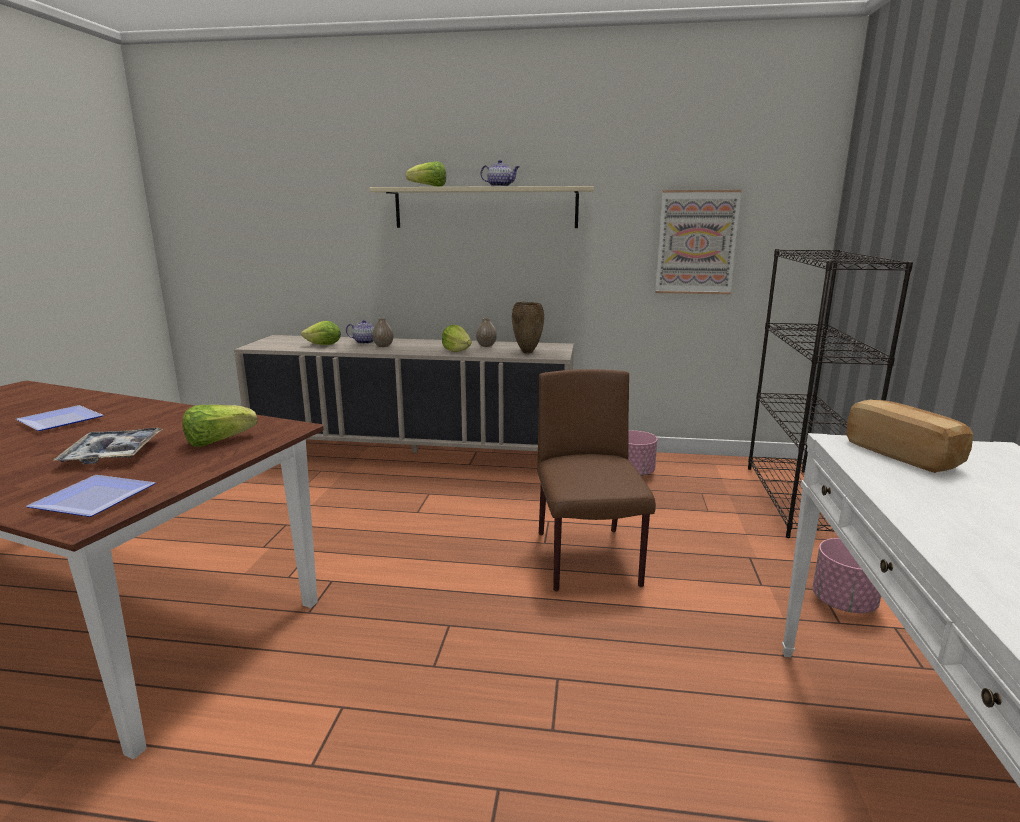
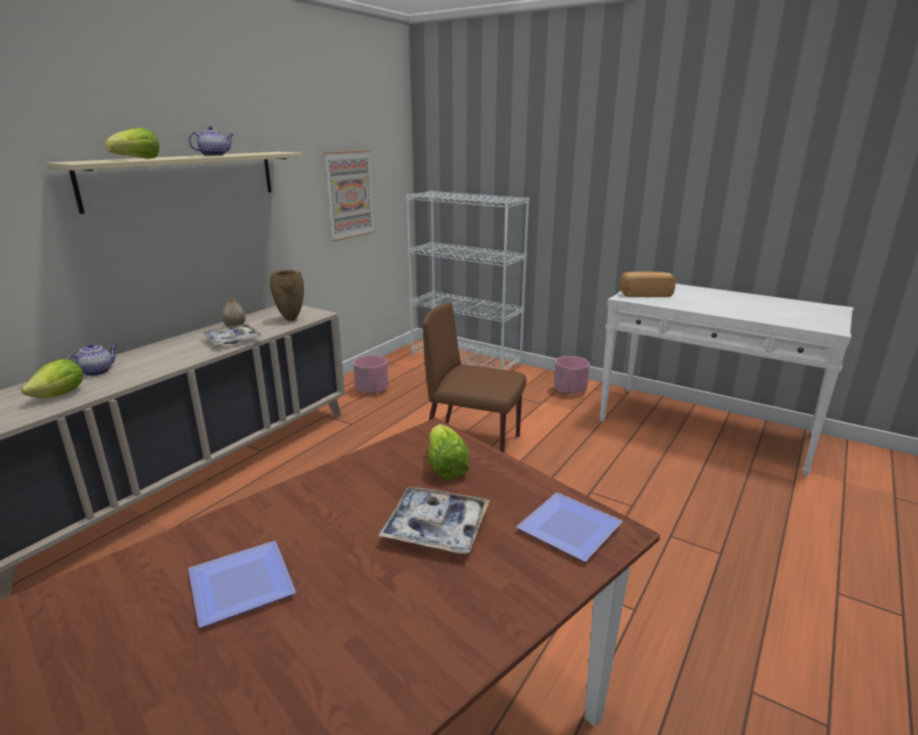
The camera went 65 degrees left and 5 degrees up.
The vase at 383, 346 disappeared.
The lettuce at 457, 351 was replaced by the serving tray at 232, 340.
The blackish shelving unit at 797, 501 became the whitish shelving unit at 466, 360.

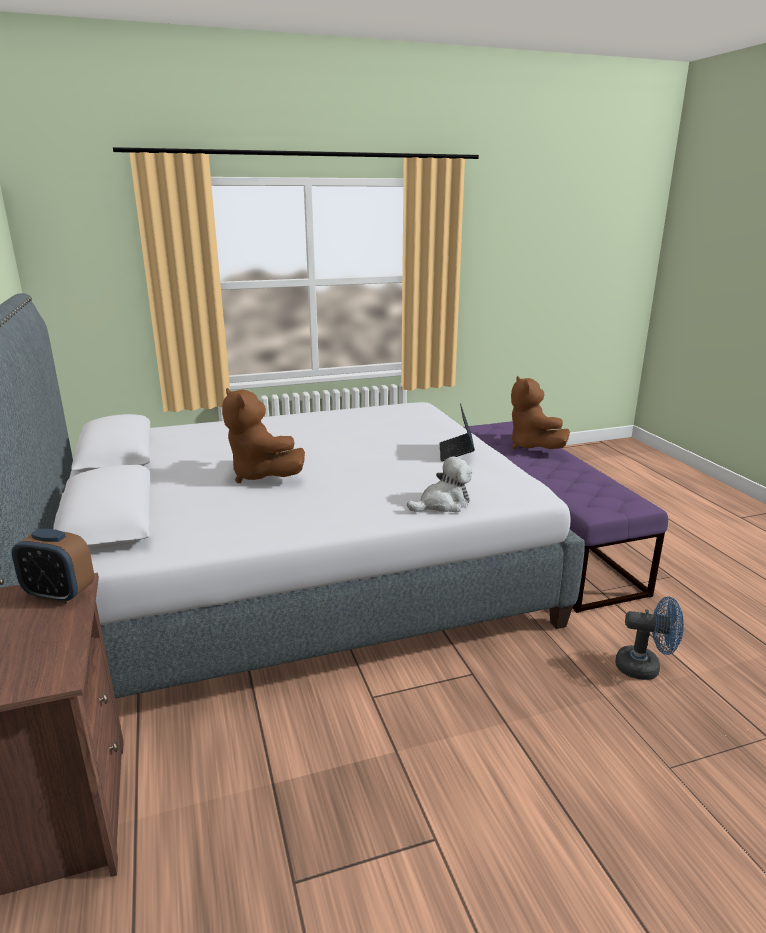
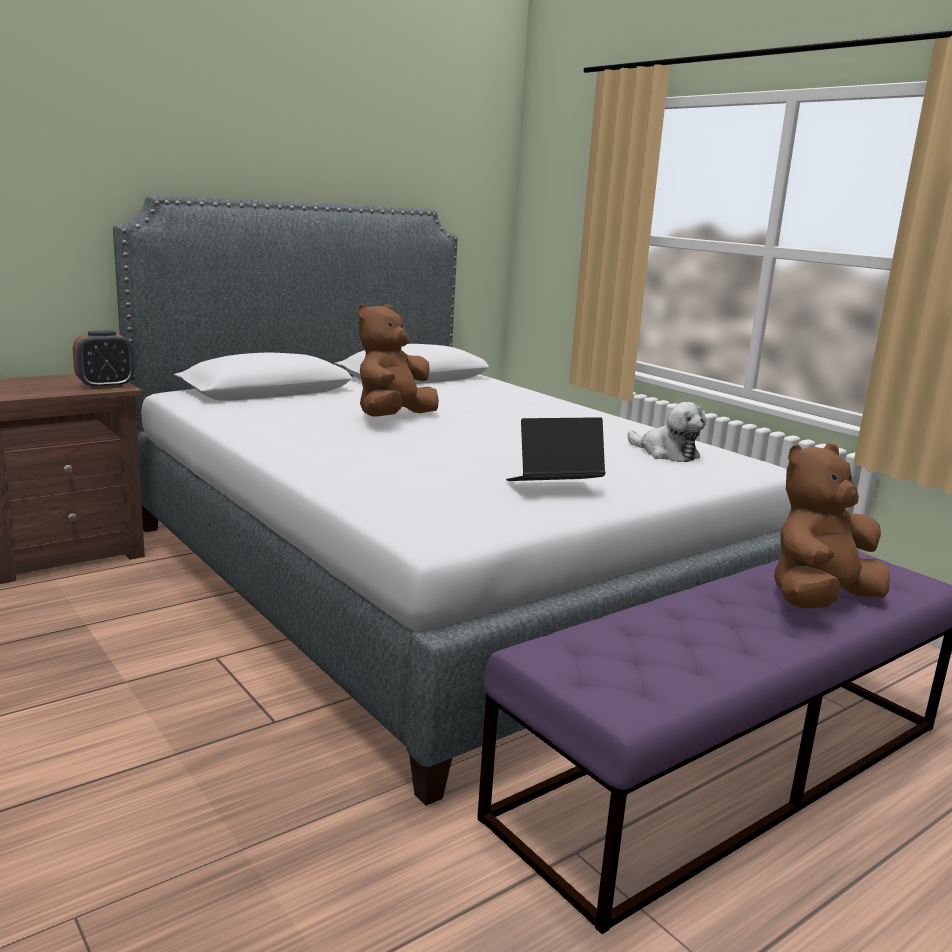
The camera went 70 degrees right and 5 degrees down.
The blue fan at 645, 668 disappeared.
The cuddly toy moved from 443, 504 to 666, 453.
The alarm clock at 59, 594 turned 120 degrees counterclockwise.

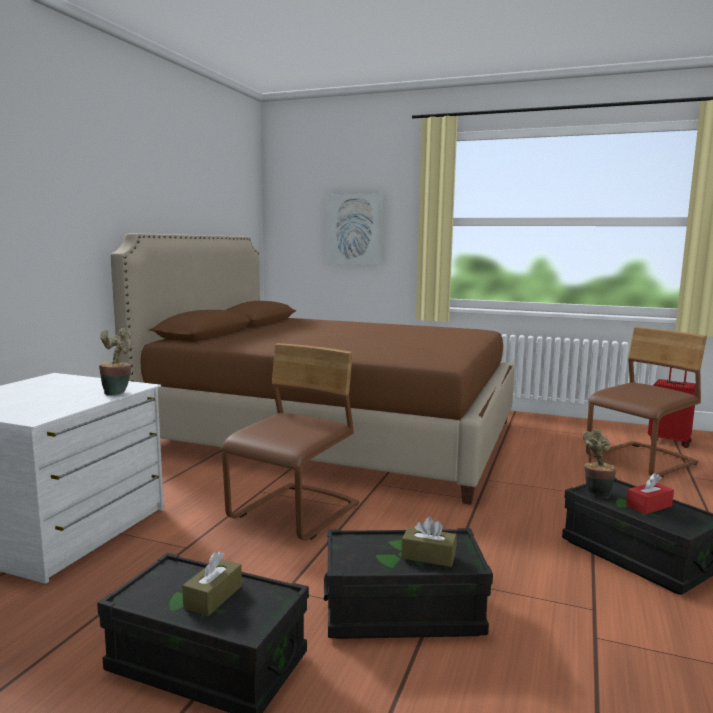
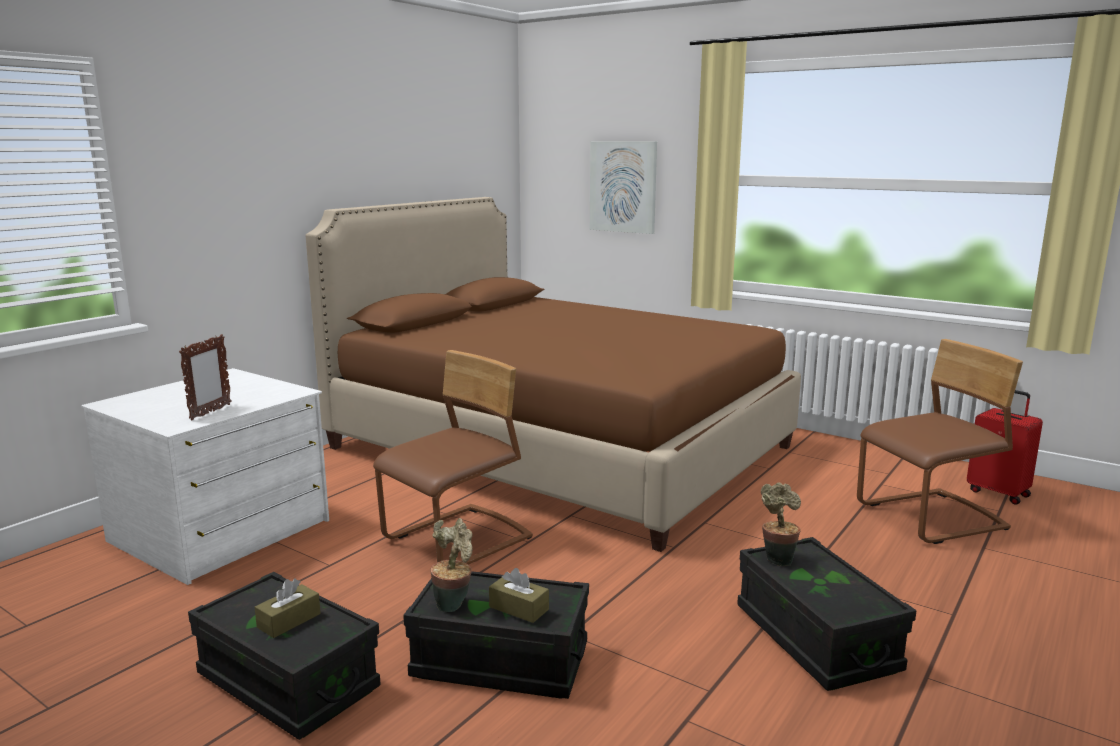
The camera went 15 degrees right and 5 degrees up.
The red tissue box at 649, 506 disappeared.
The standing frame at 210, 412 appeared.
The houseplant moved from 118, 392 to 454, 603.

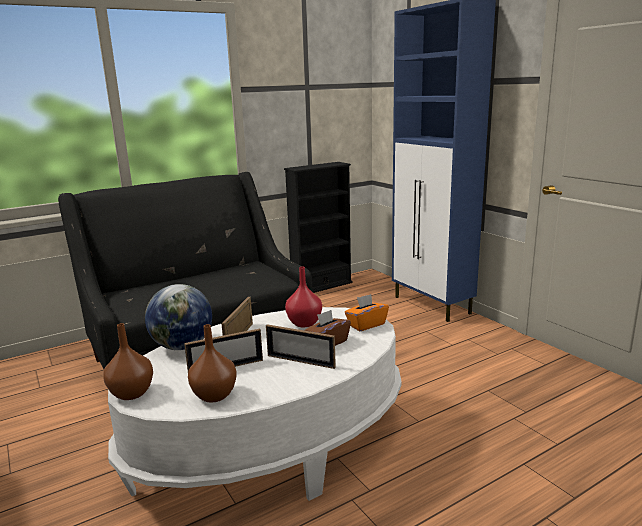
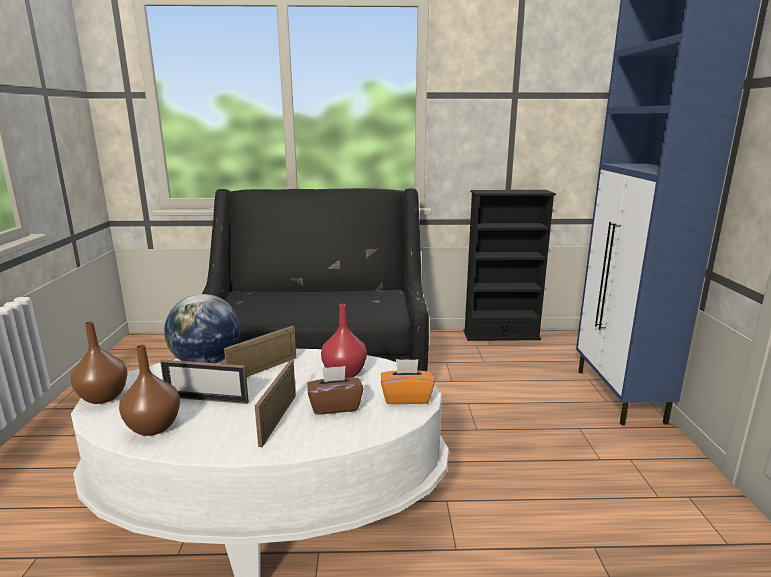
The camera went 30 degrees right and 0 degrees up.
The standing frame at 300, 361 turned 45 degrees clockwise.

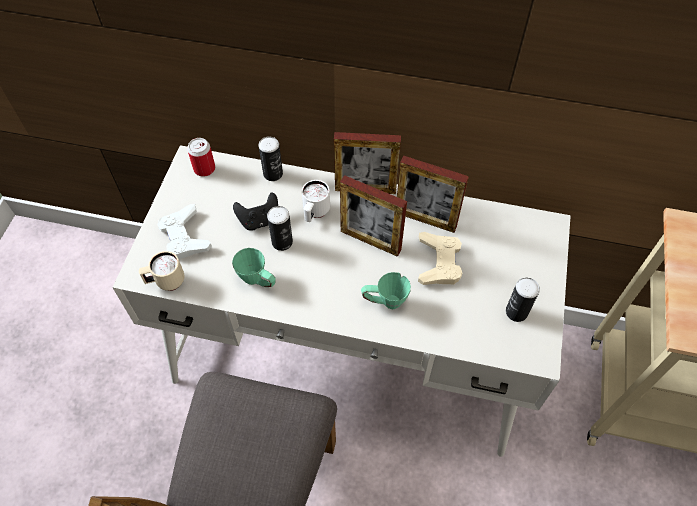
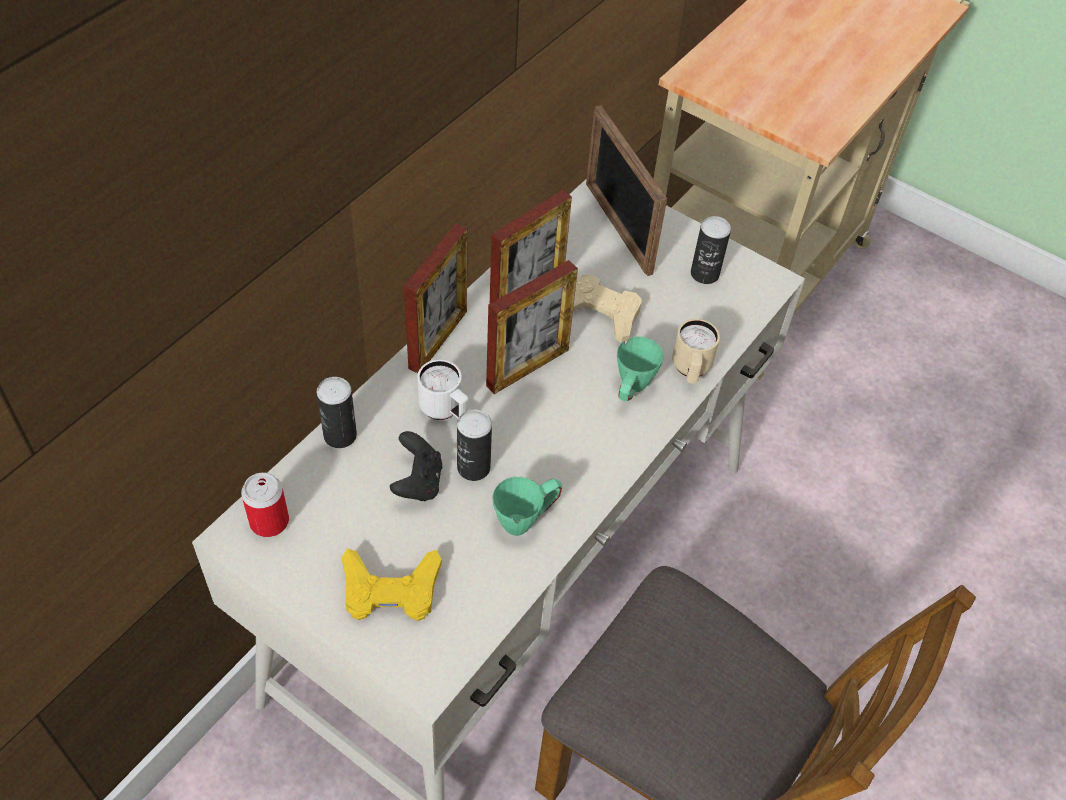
The camera went 70 degrees left and 5 degrees down.
The standing frame at 617, 228 appeared.
The beige-coloured coffee mug moved from 166, 282 to 690, 371.
The whitish gamepad at 184, 236 became the yellowish gamepad at 390, 590.

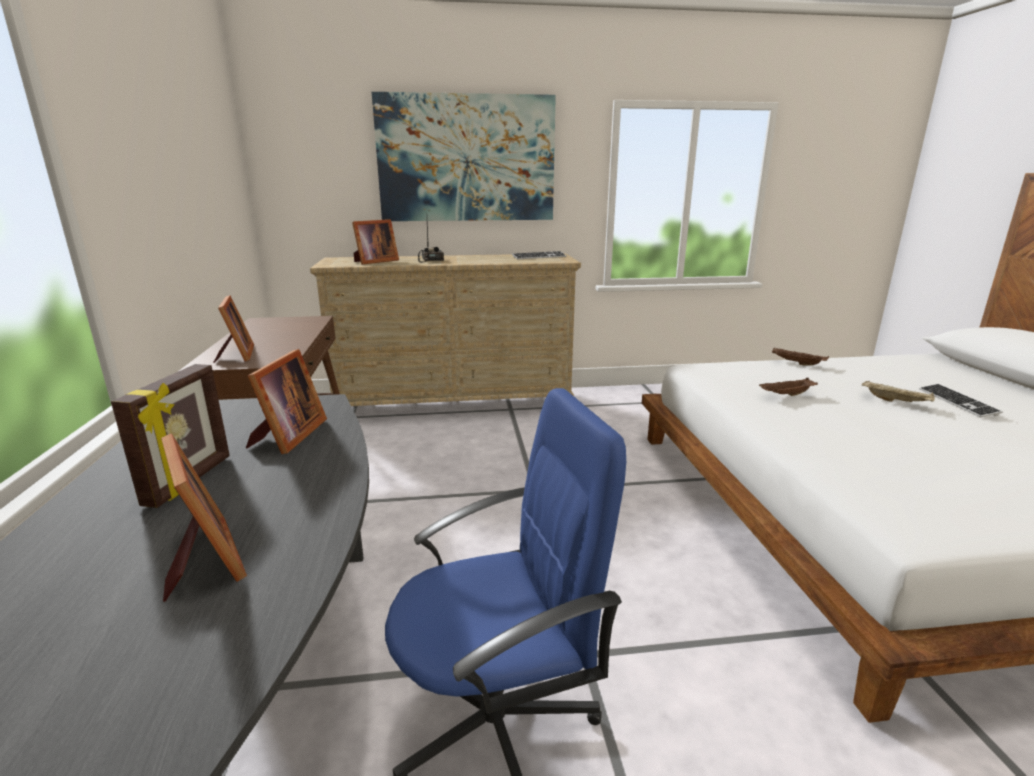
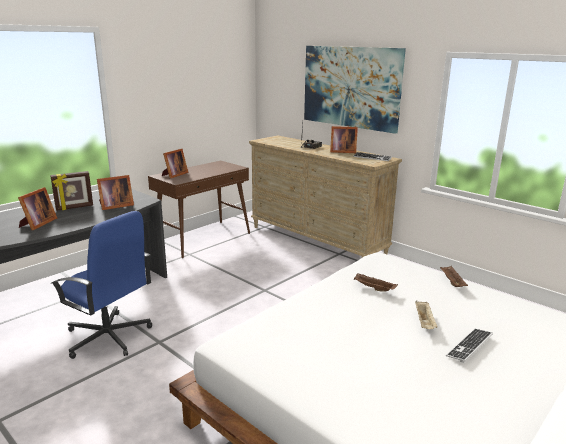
The camera went 50 degrees right and 0 degrees up.
The standing frame moved from 374, 261 to 342, 151.

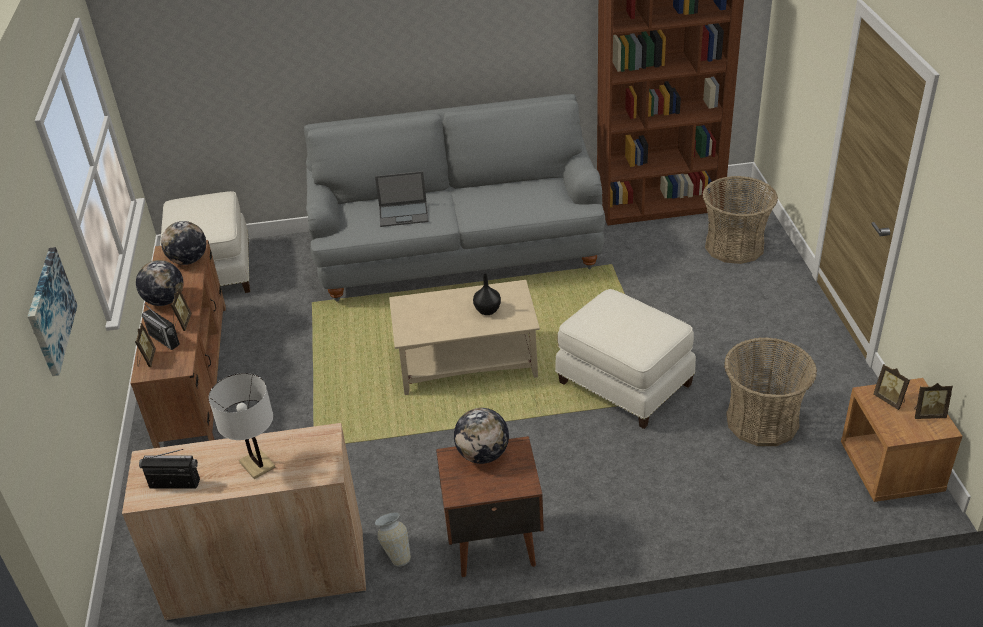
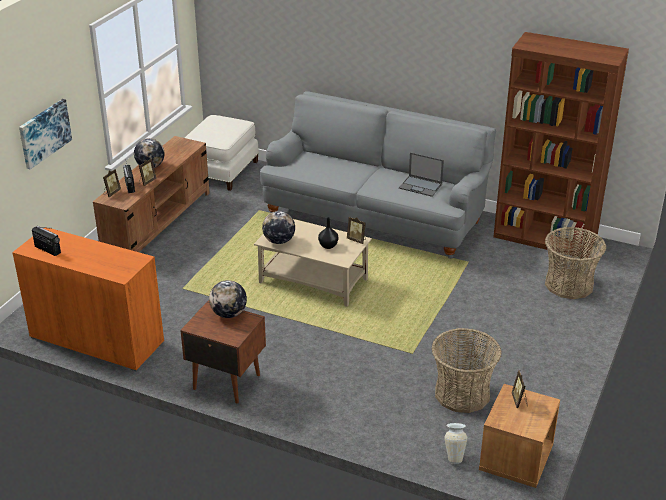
The camera went 30 degrees right and 5 degrees down.
The whitish table lamp at 257, 465 disappeared.
The whitish footrest at 623, 385 disappeared.
The desk globe moved from 188, 260 to 279, 241.
The portable computer moved from 404, 214 to 421, 186.
The vase moved from 396, 554 to 454, 456.
The standing frame moved from 928, 414 to 357, 240.
The beige-coloured cupboard at 267, 575 became the orange-coloured cupboard at 97, 340.

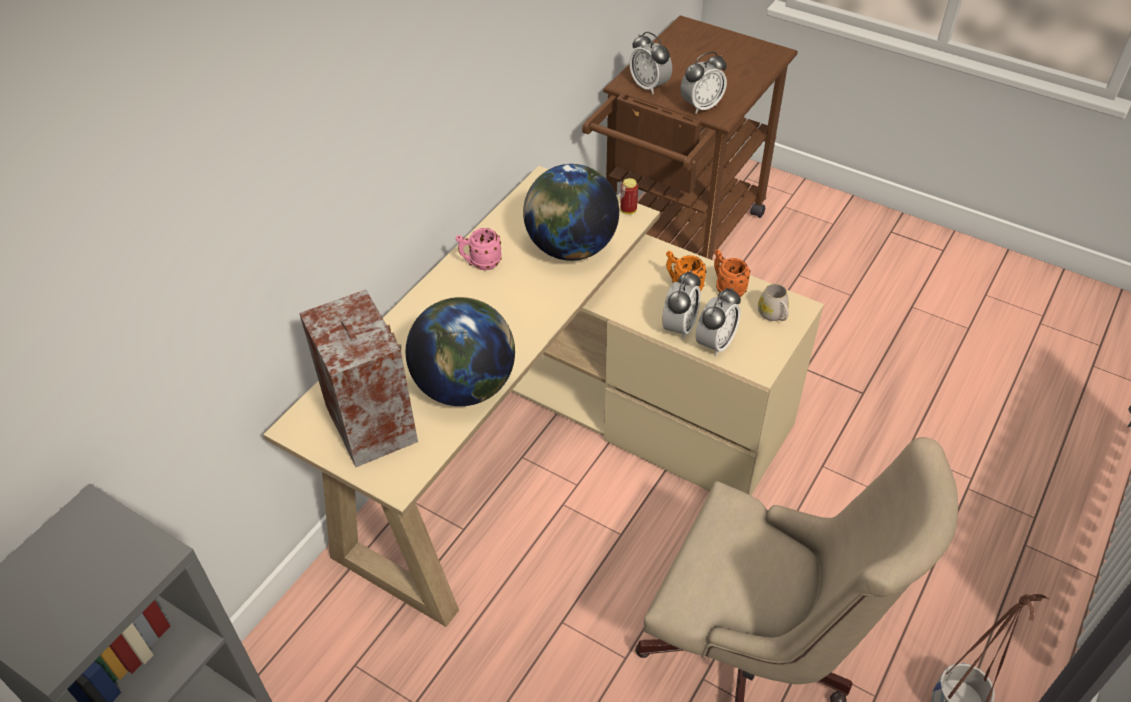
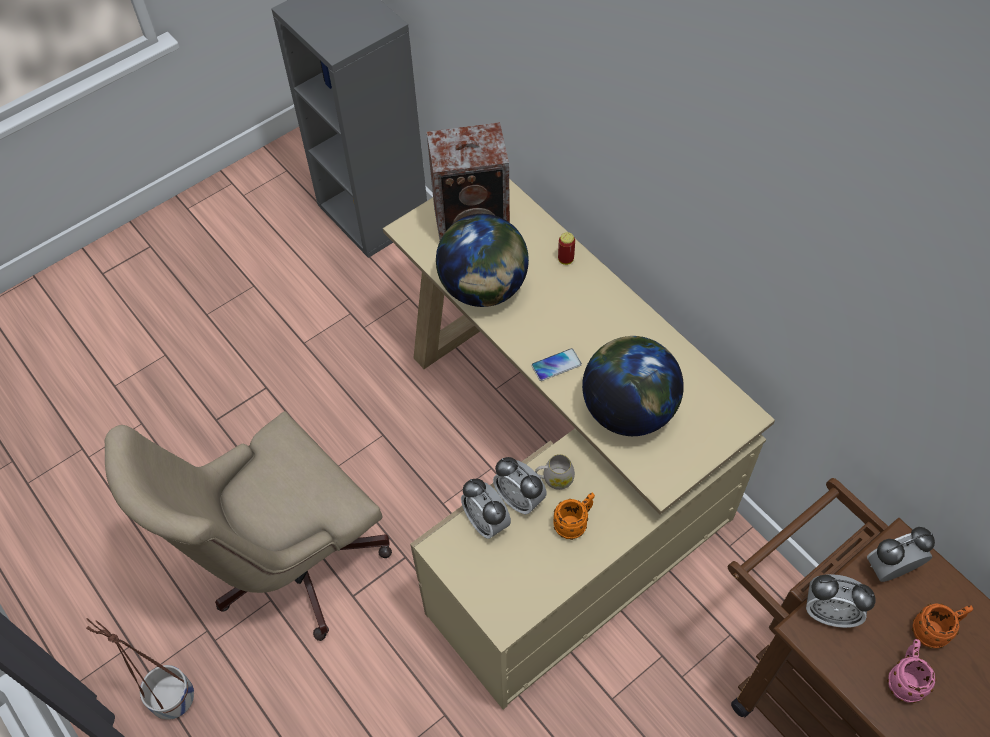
The camera went 110 degrees right and 10 degrees up.
The handset at 556, 365 appeared.
The pinkish coffee mug moved from 480, 263 to 904, 679.
The metal can moved from 628, 210 to 565, 259.
The orange-coloured coffee mug moved from 727, 288 to 934, 631.
The whitish coffee mug moved from 774, 315 to 554, 478.
The alarm clock at 701, 106 turned 60 degrees counterclockwise.

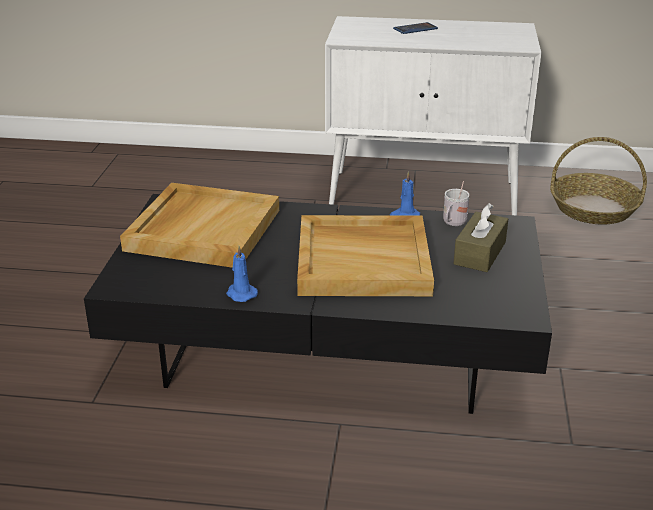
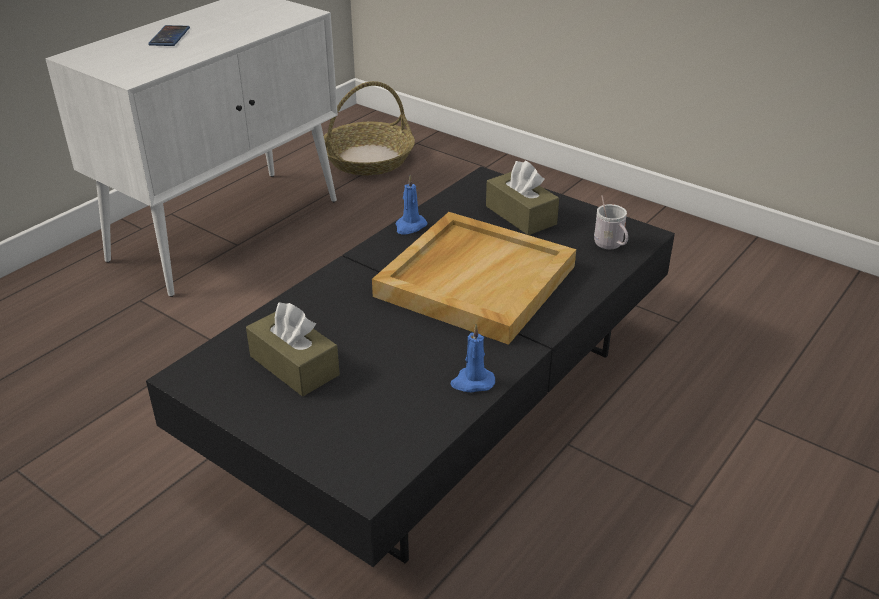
The camera went 60 degrees left and 5 degrees up.
The whitish coffee mug moved from 453, 224 to 610, 246.
The beige-coloured serving tray at 203, 229 was replaced by the brown-coloured tissue box at 294, 365.

